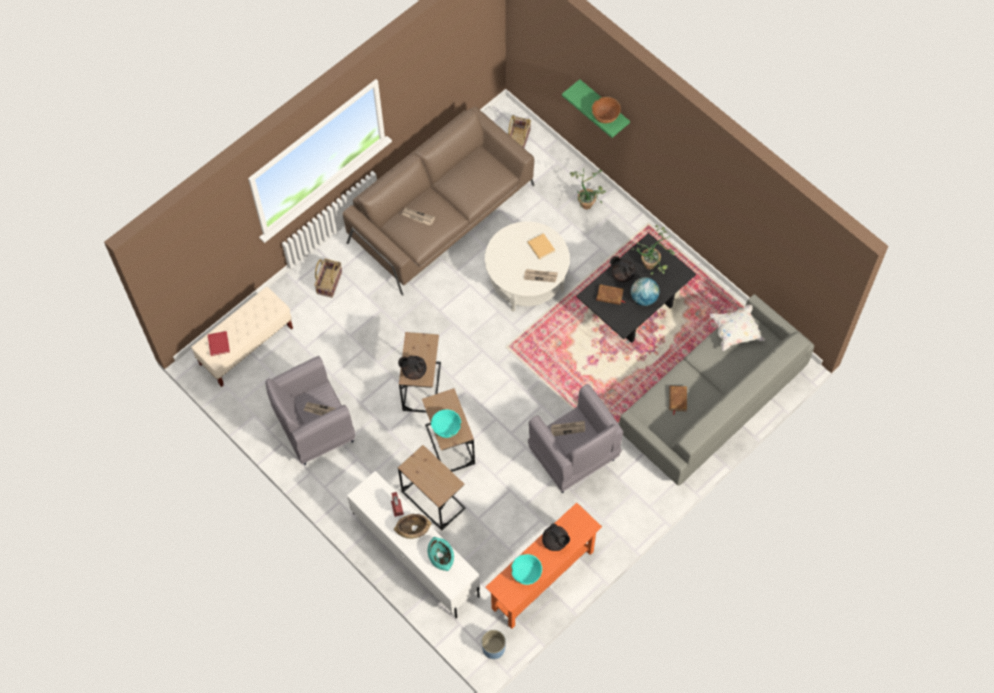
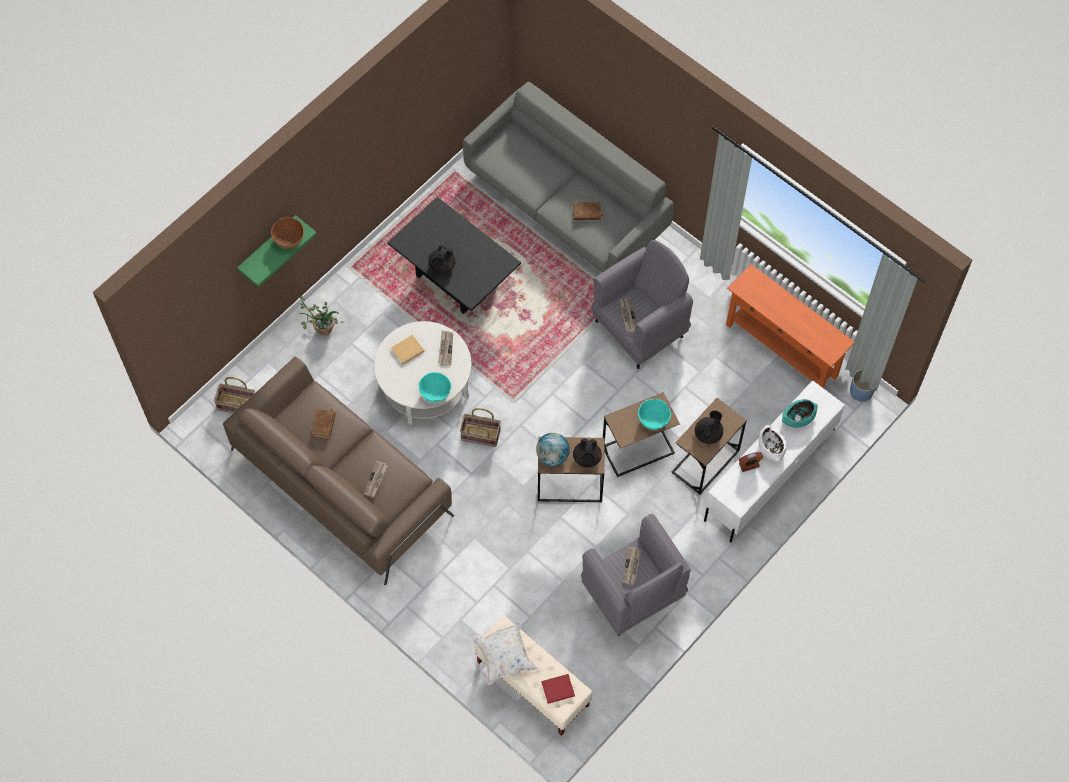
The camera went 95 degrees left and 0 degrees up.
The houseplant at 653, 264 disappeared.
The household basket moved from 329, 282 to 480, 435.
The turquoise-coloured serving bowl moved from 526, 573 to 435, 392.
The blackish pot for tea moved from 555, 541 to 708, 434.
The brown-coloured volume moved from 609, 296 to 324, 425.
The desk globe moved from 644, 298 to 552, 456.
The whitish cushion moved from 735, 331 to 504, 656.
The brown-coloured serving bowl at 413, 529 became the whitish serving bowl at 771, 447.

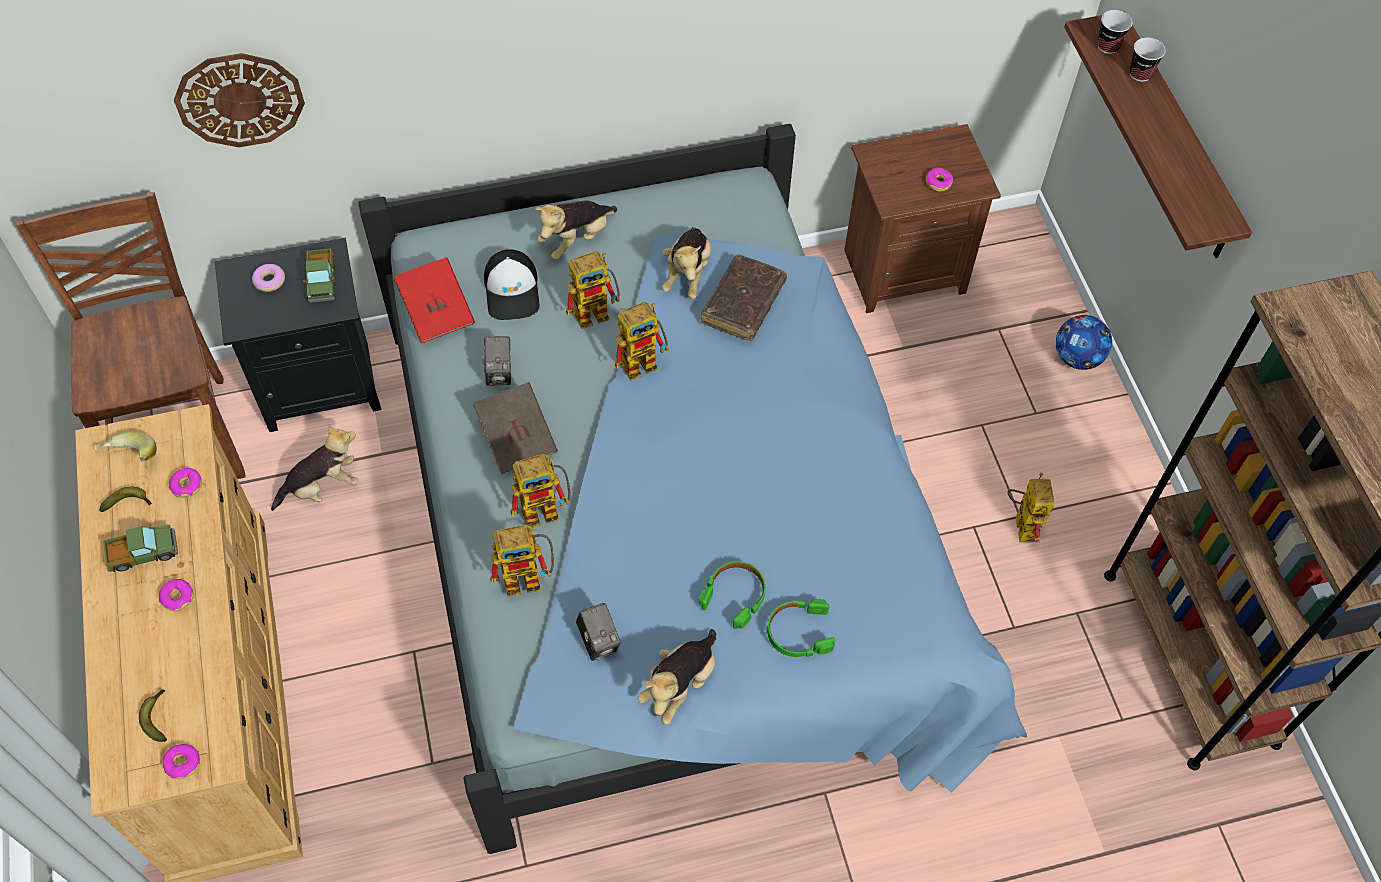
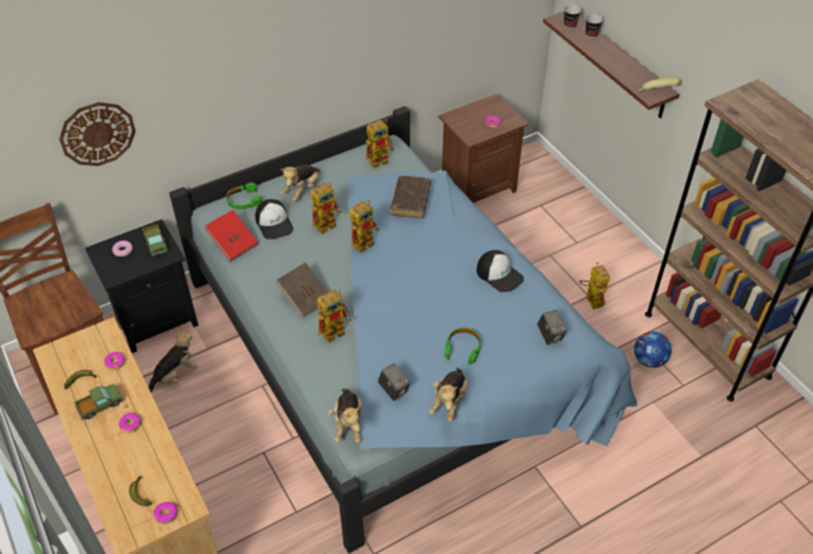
The camera went 15 degrees left and 10 degrees down.
The cap at 499, 274 appeared.
The banana moved from 130, 459 to 657, 94.
The photo camera moved from 499, 372 to 550, 335.
The model robot moved from 530, 577 to 381, 159.
The cuddly toy moved from 687, 273 to 348, 423.
The greenish headset moved from 799, 632 to 244, 200.
The ball for football moved from 1077, 358 to 649, 360.

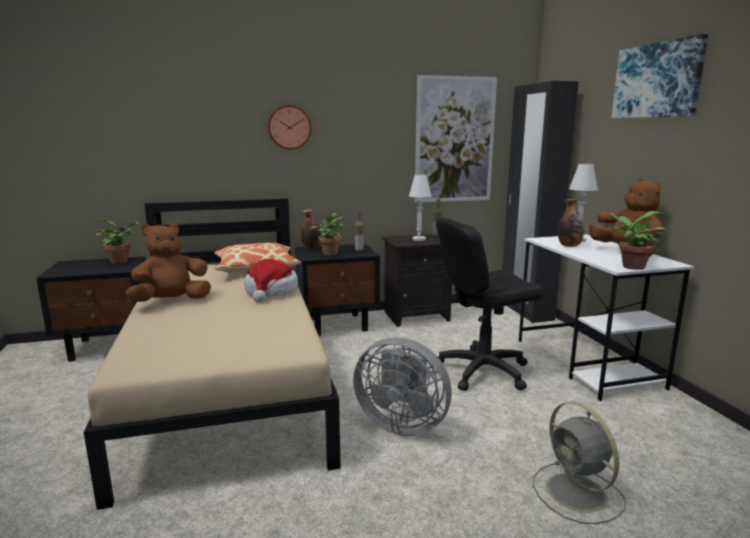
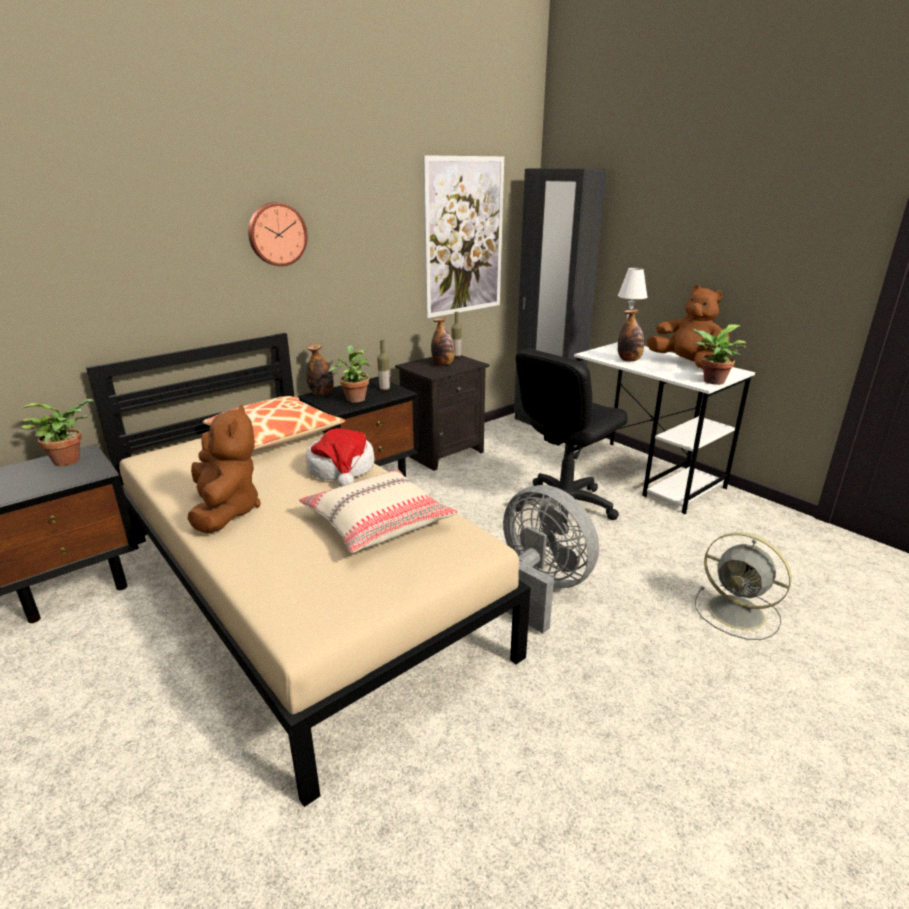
The camera went 25 degrees left and 10 degrees up.
The wall picture at 657, 80 disappeared.
The beige-coloured cushion at 378, 522 appeared.
The whitish table lamp at 419, 239 was replaced by the drink bottle at 443, 364.
The brown-coloured cuddly toy at 171, 301 turned 135 degrees clockwise.
The gray fan at 401, 424 turned 135 degrees counterclockwise.

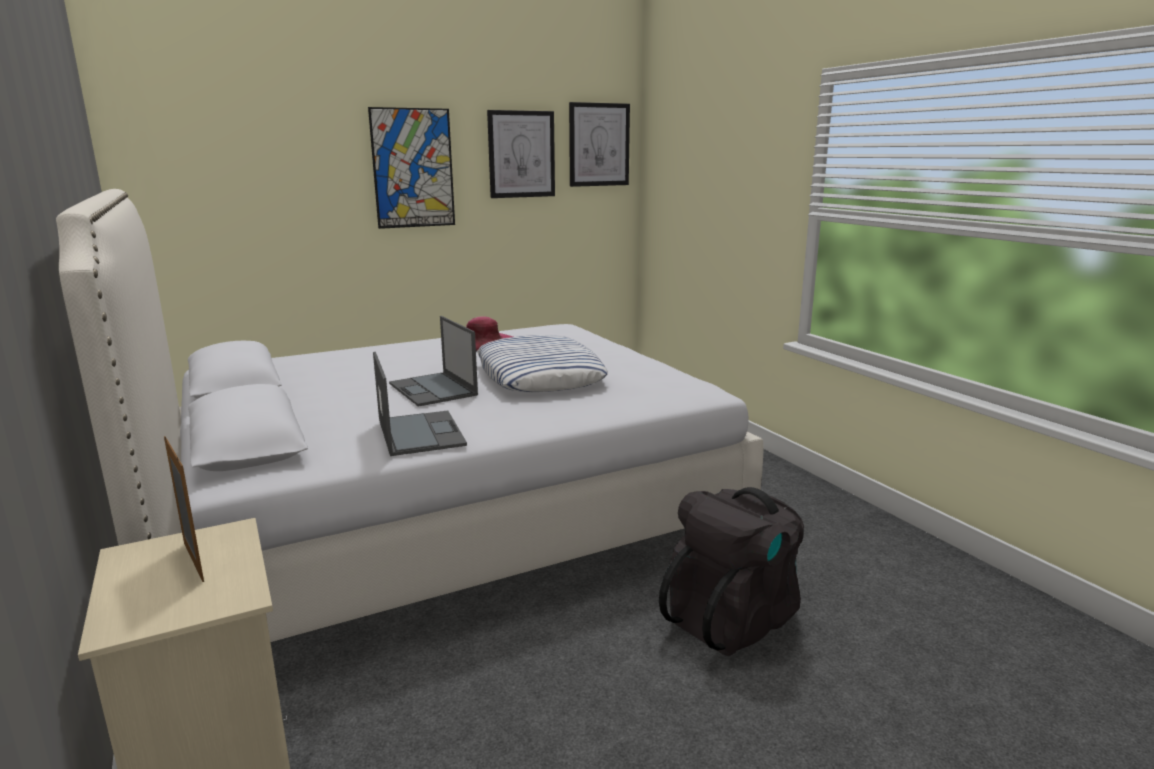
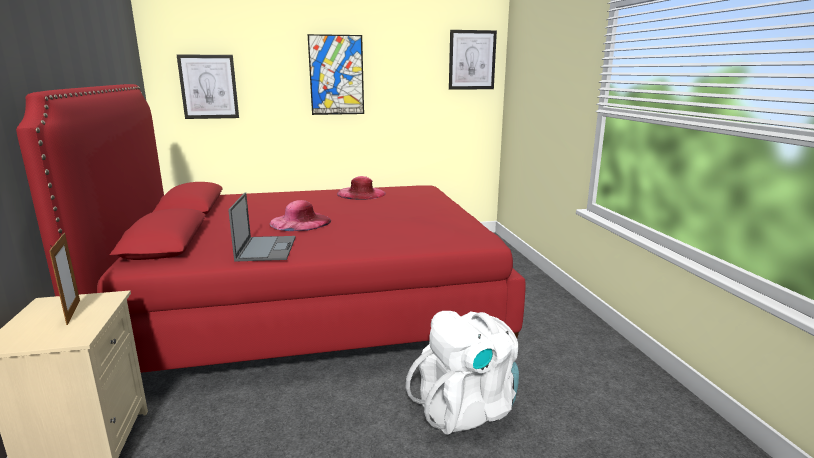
The camera went 15 degrees right and 0 degrees up.
The cushion at 539, 375 disappeared.
The wall picture moved from 521, 154 to 209, 87.
The portable computer at 433, 390 was replaced by the pinkish wearable hat at 300, 222.
The whitish bed at 442, 517 became the red bed at 312, 308.
The blackish knapsack at 732, 619 became the whitish knapsack at 466, 409.

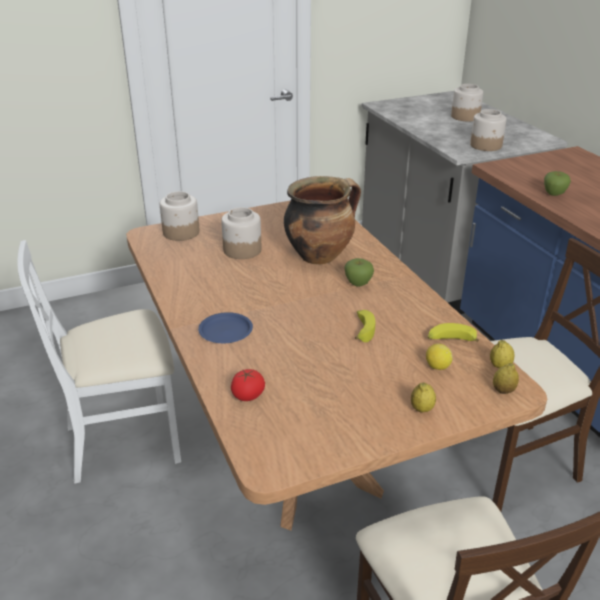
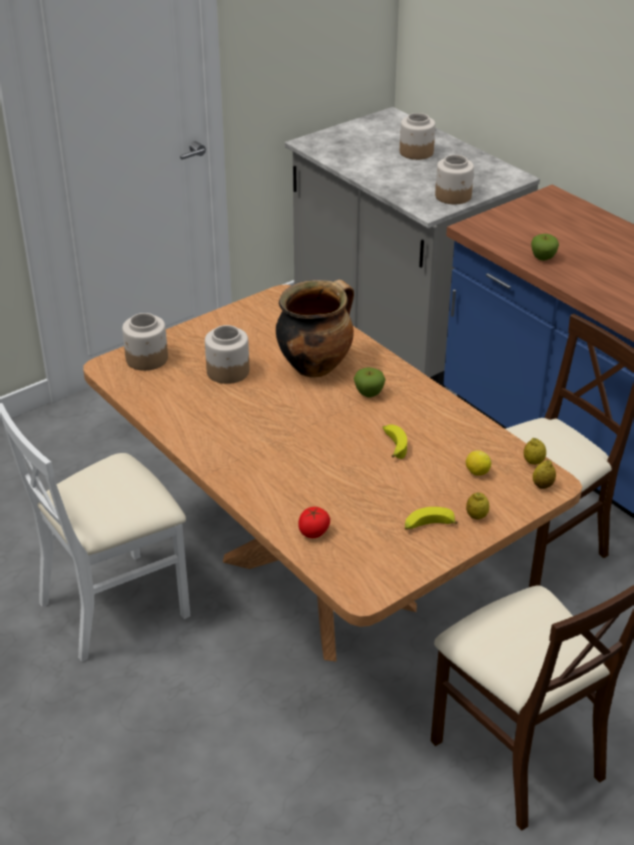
The camera went 15 degrees left and 5 degrees up.
The blue dinner plate at 226, 331 disappeared.
The banana moved from 450, 340 to 428, 526.

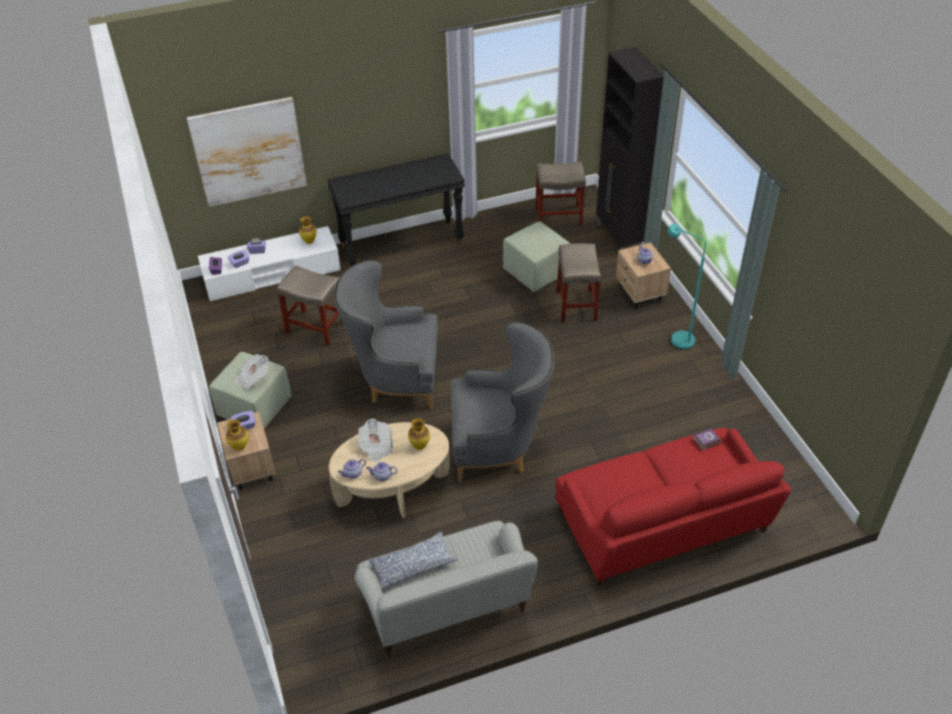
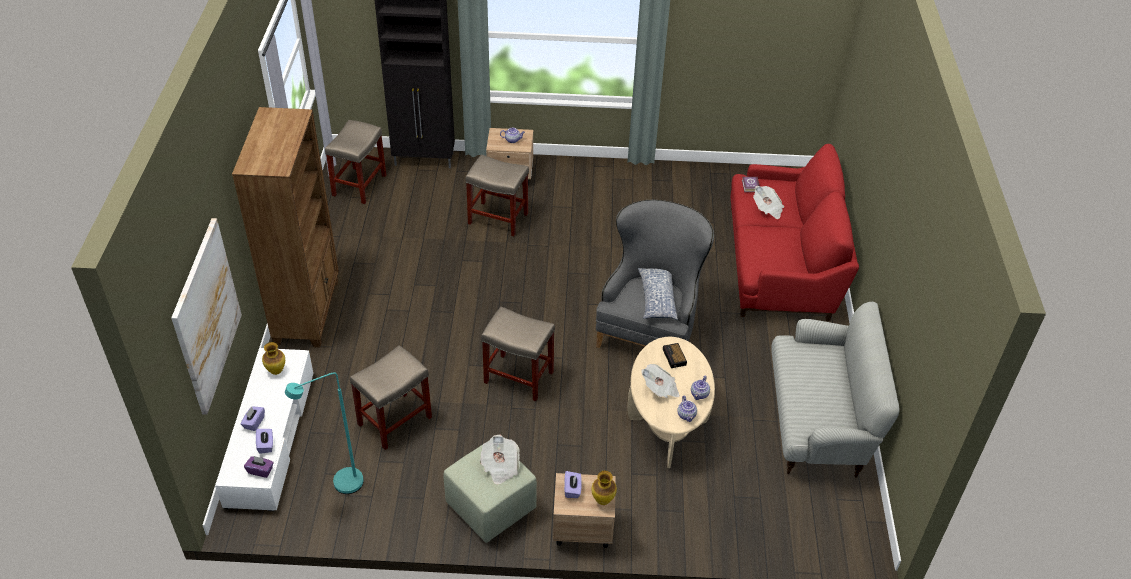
The camera went 70 degrees left and 0 degrees up.
The greenish footrest at 536, 273 disappeared.
The daily paper at 767, 209 appeared.
The cushion moved from 412, 565 to 656, 299.
The turquoise-coloured floor lamp moved from 676, 338 to 340, 485.
The blackish hall table at 401, 244 was replaced by the brown-coloured shelving unit at 308, 311.
The gray easy chair at 395, 379 was replaced by the beige-coloured stool at 517, 377.
The vase at 420, 447 was replaced by the alarm clock at 674, 357.

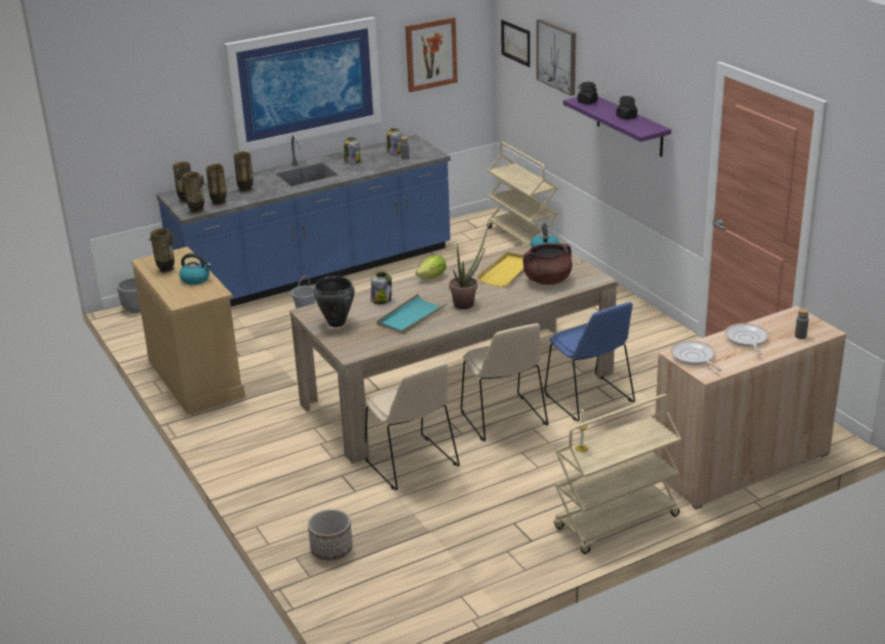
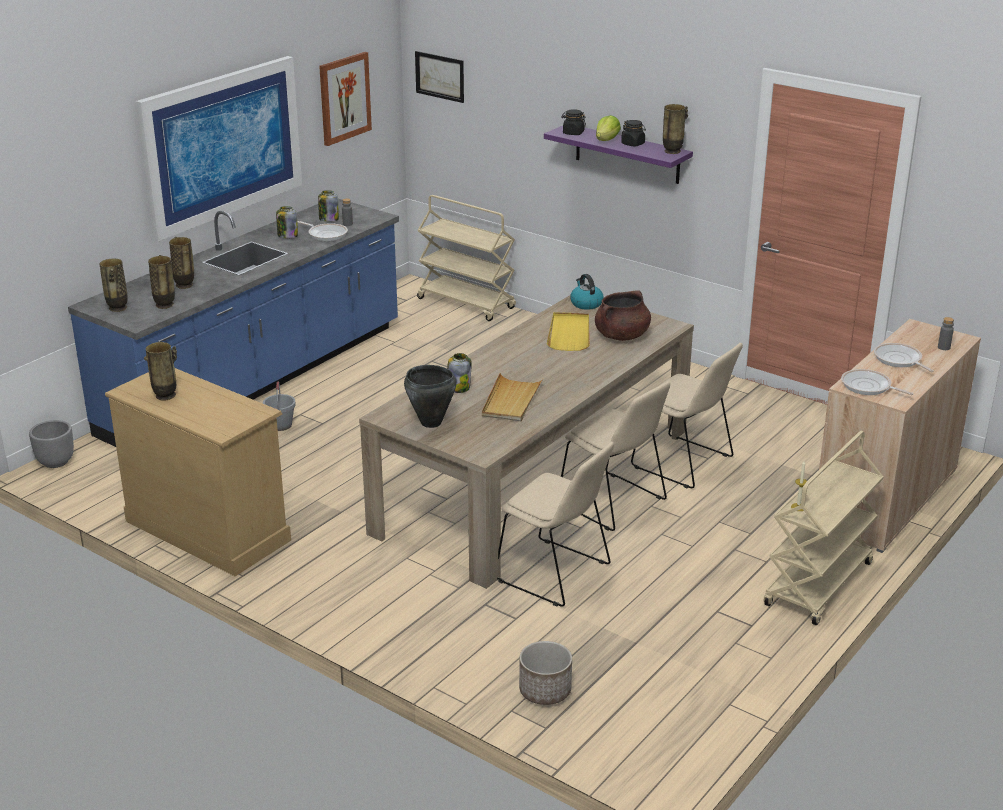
The camera went 25 degrees left and 0 degrees up.
The tea kettle at 196, 279 disappeared.
The houseplant at 467, 303 disappeared.
The wall picture at 557, 56 disappeared.
The pan at 326, 234 appeared.
The vase moved from 197, 210 to 672, 151.
The lettuce moved from 432, 277 to 607, 140.
The turquoise-coloured serving tray at 411, 317 became the beige-coloured serving tray at 511, 400.
The blue chair at 590, 400 became the beige-coloured chair at 685, 463.

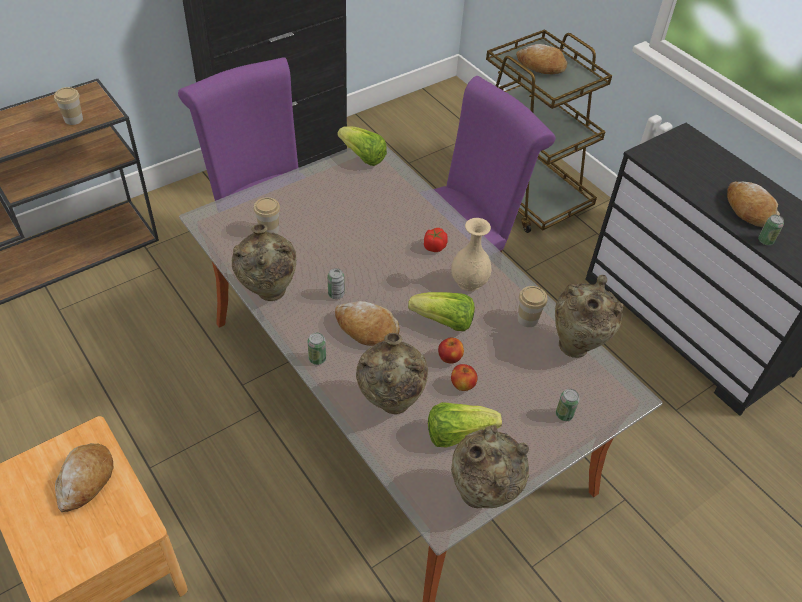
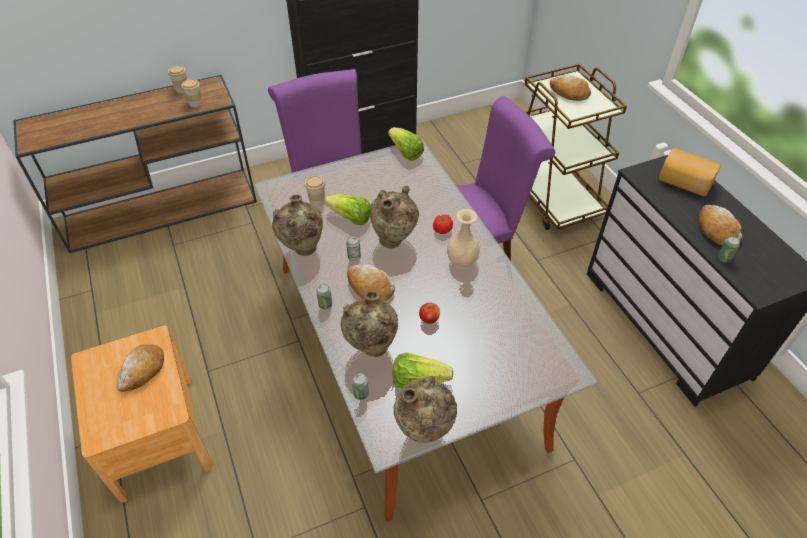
The camera went 15 degrees right and 0 degrees up.
The apple at 462, 385 disappeared.
The bread at 684, 183 appeared.
The lettuce moved from 443, 322 to 350, 218.
The cup moved from 527, 319 to 182, 89.
The beige-coloured vase moved from 577, 345 to 394, 240.
The metal can moved from 564, 414 to 361, 394.

